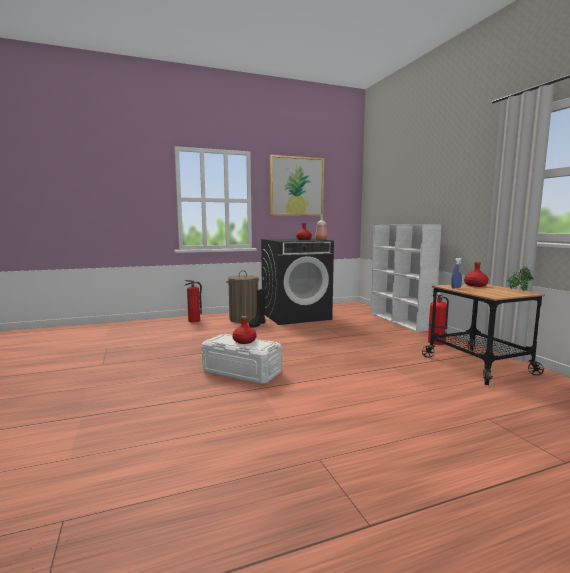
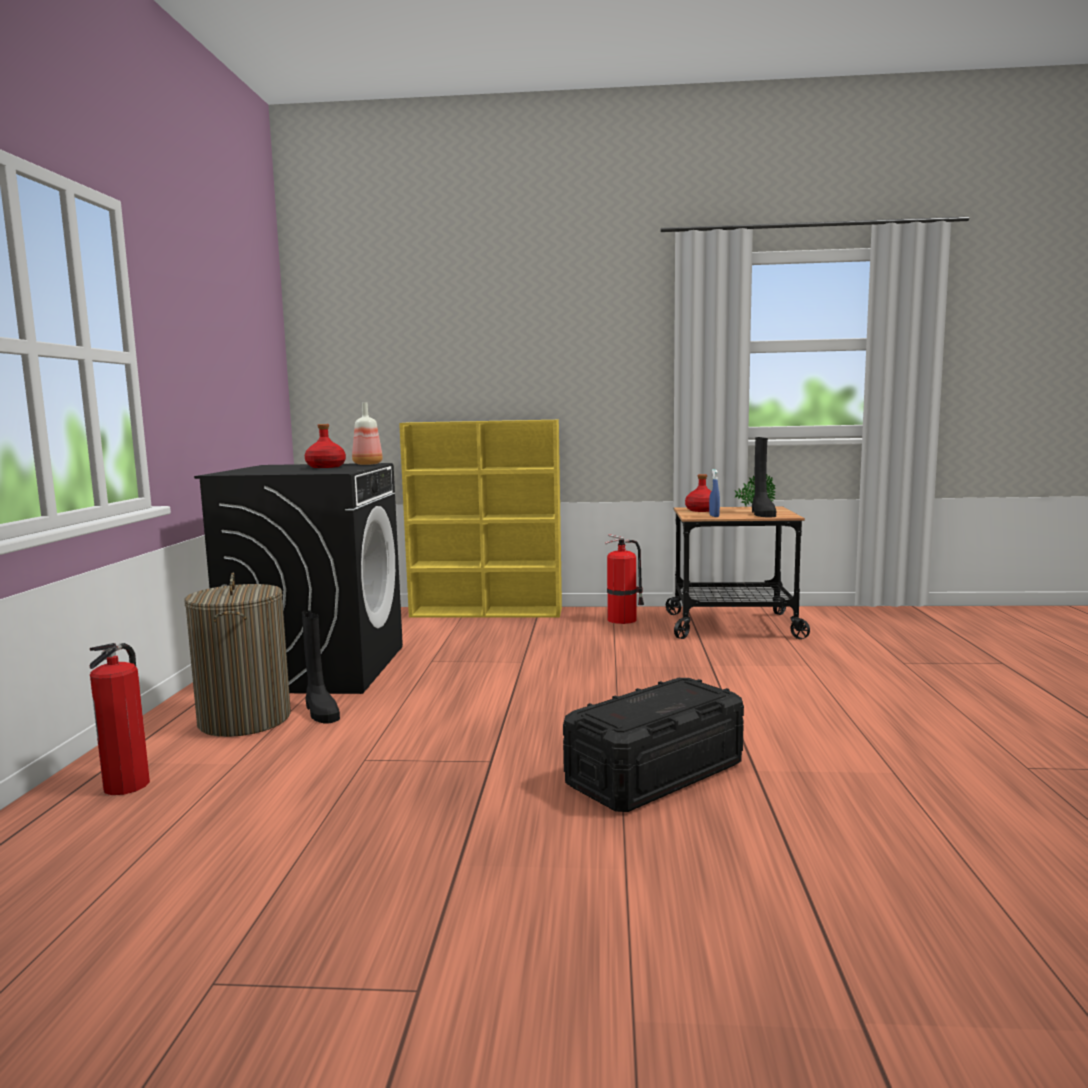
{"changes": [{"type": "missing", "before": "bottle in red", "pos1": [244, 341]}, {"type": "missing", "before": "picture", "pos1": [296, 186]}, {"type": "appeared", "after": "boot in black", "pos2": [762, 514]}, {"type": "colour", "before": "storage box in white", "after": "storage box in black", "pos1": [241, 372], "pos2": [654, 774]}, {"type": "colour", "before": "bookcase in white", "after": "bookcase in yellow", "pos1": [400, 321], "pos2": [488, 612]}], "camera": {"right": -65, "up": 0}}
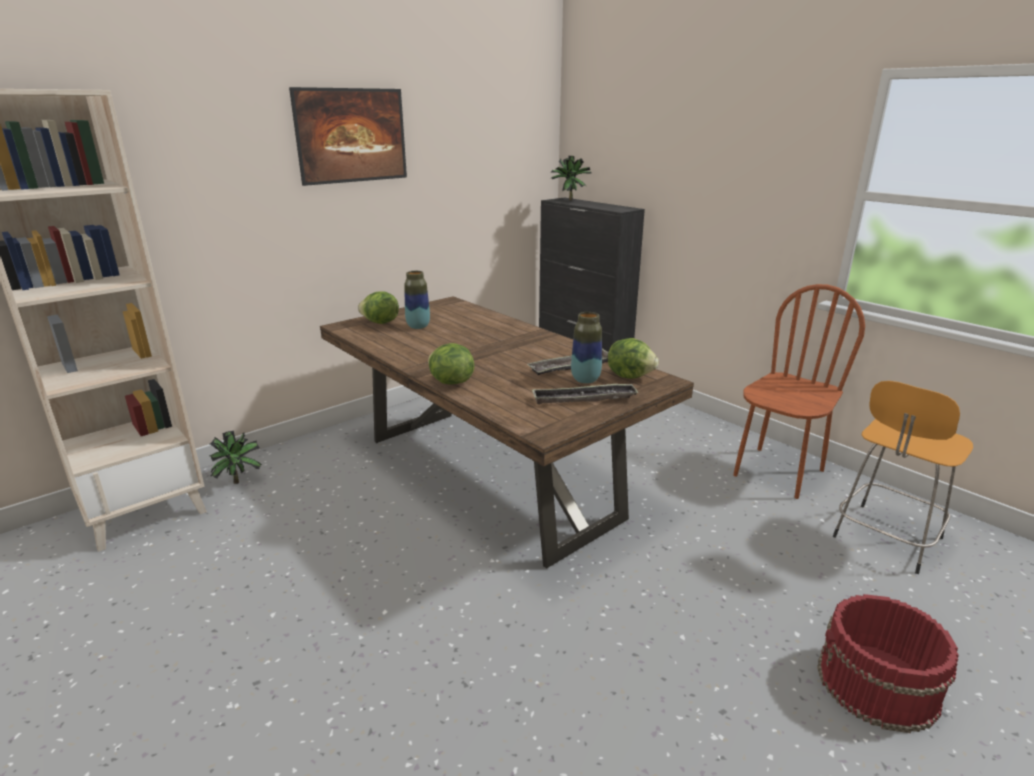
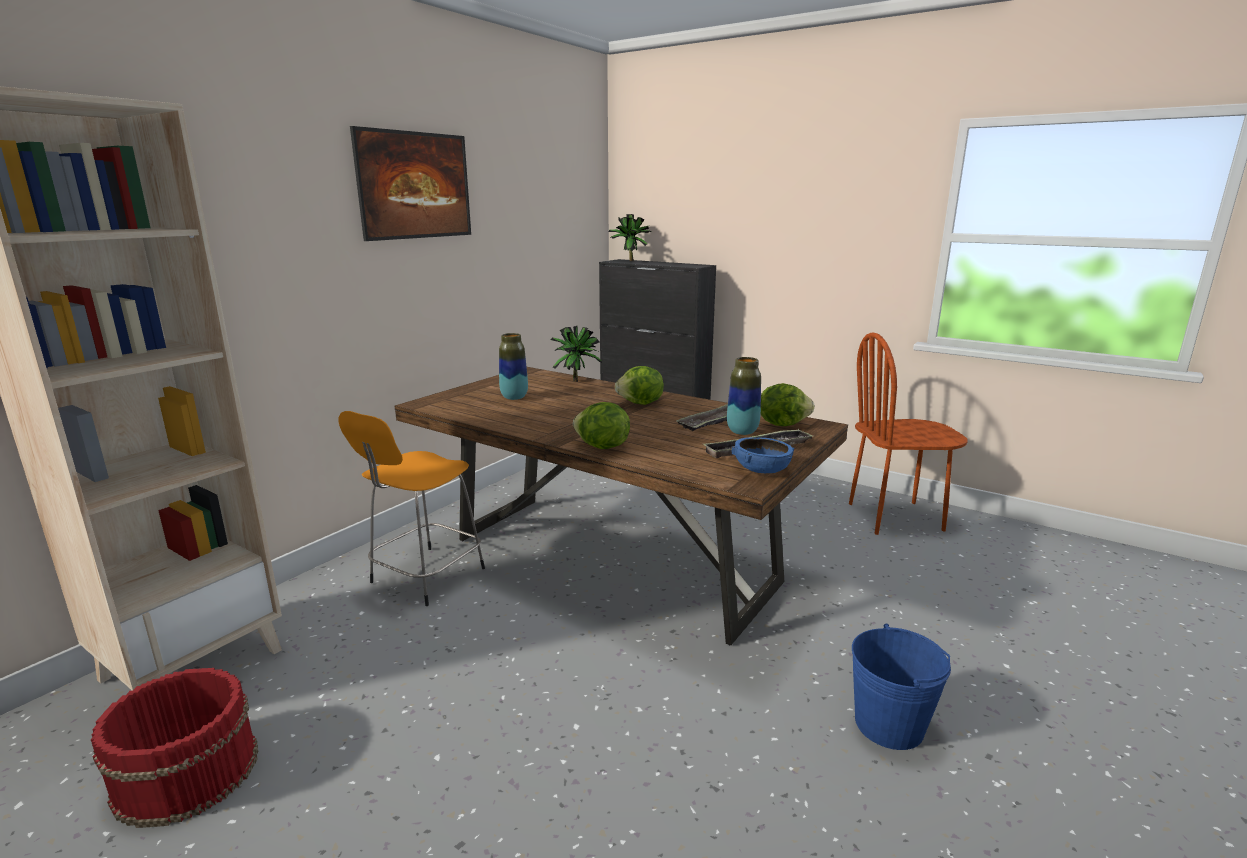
{"changes": [{"type": "appeared", "after": "bowl in blue", "pos2": [761, 470]}, {"type": "appeared", "after": "bucket in blue", "pos2": [889, 725]}, {"type": "relocated", "before": "potted plant", "pos1": [239, 481], "pos2": [576, 380]}, {"type": "relocated", "before": "lettuce", "pos1": [380, 323], "pos2": [641, 404]}, {"type": "relocated", "before": "bucket in red", "pos1": [877, 685], "pos2": [186, 774]}, {"type": "relocated", "before": "stool in orange", "pos1": [885, 539], "pos2": [425, 577]}, {"type": "spun", "before": "chair in brown", "pos1": [777, 472], "pos2": [895, 517], "turn": -120}], "camera": {"right": -15, "up": -5}}
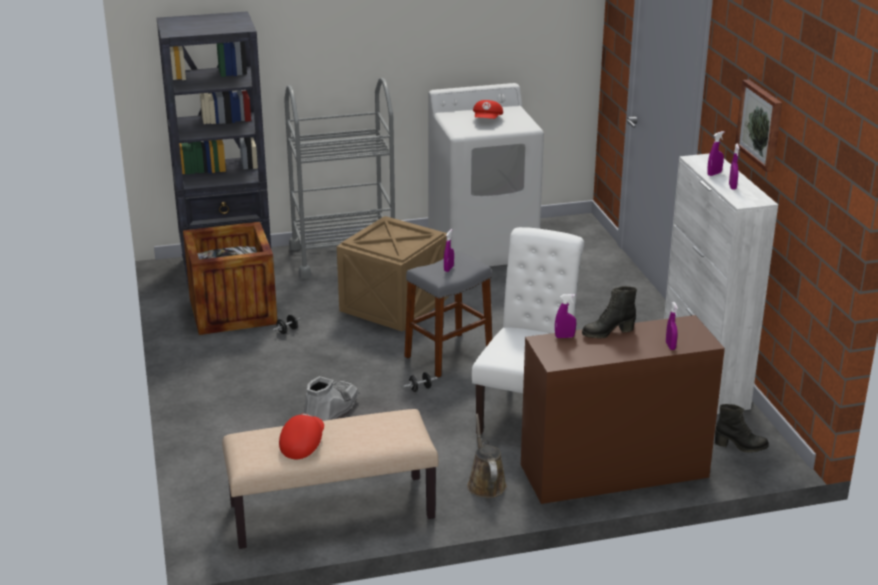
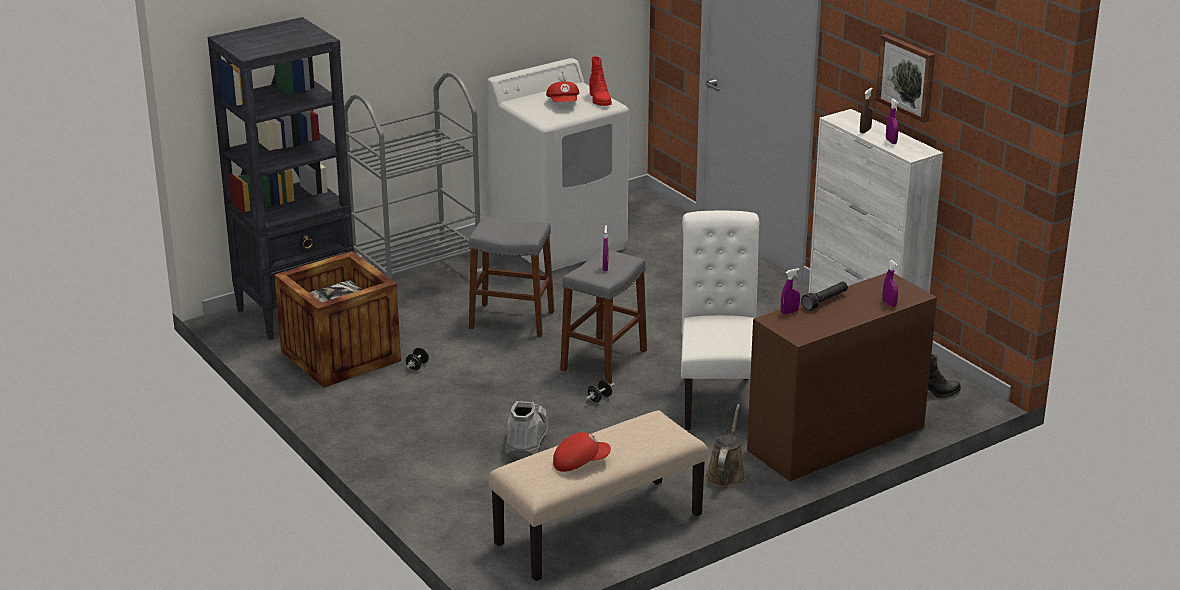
{"changes": [{"type": "appeared", "after": "boot in red", "pos2": [599, 100]}, {"type": "exchanged", "before": "crate", "after": "stool in grey", "pos1": [395, 305], "pos2": [512, 320]}, {"type": "exchanged", "before": "boot in black", "after": "flashlight in black", "pos1": [607, 332], "pos2": [825, 301]}, {"type": "colour", "before": "spray bottle in purple", "after": "spray bottle in brown", "pos1": [714, 174], "pos2": [865, 131]}, {"type": "spun", "before": "cap in red", "pos1": [302, 444], "pos2": [580, 463], "turn": 75}, {"type": "spun", "before": "watering can in brown", "pos1": [485, 483], "pos2": [726, 473], "turn": 45}], "camera": {"right": -20, "up": 0}}
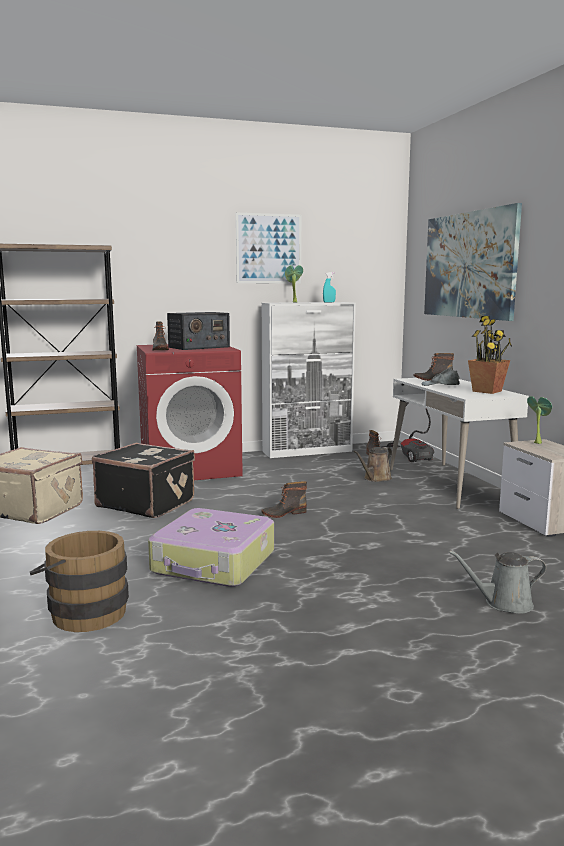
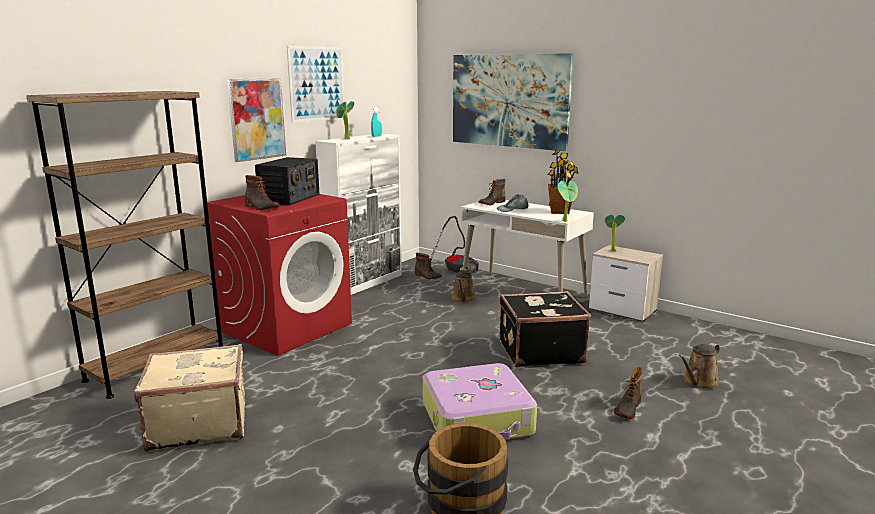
{"changes": [{"type": "appeared", "after": "picture", "pos2": [257, 119]}, {"type": "appeared", "after": "potted plant", "pos2": [566, 221]}, {"type": "relocated", "before": "suitcase in black", "pos1": [146, 503], "pos2": [539, 351]}, {"type": "relocated", "before": "boot", "pos1": [283, 513], "pos2": [627, 408]}, {"type": "colour", "before": "watering can in grey", "after": "watering can in brown", "pos1": [503, 603], "pos2": [699, 382]}], "camera": {"right": -35, "up": 5}}
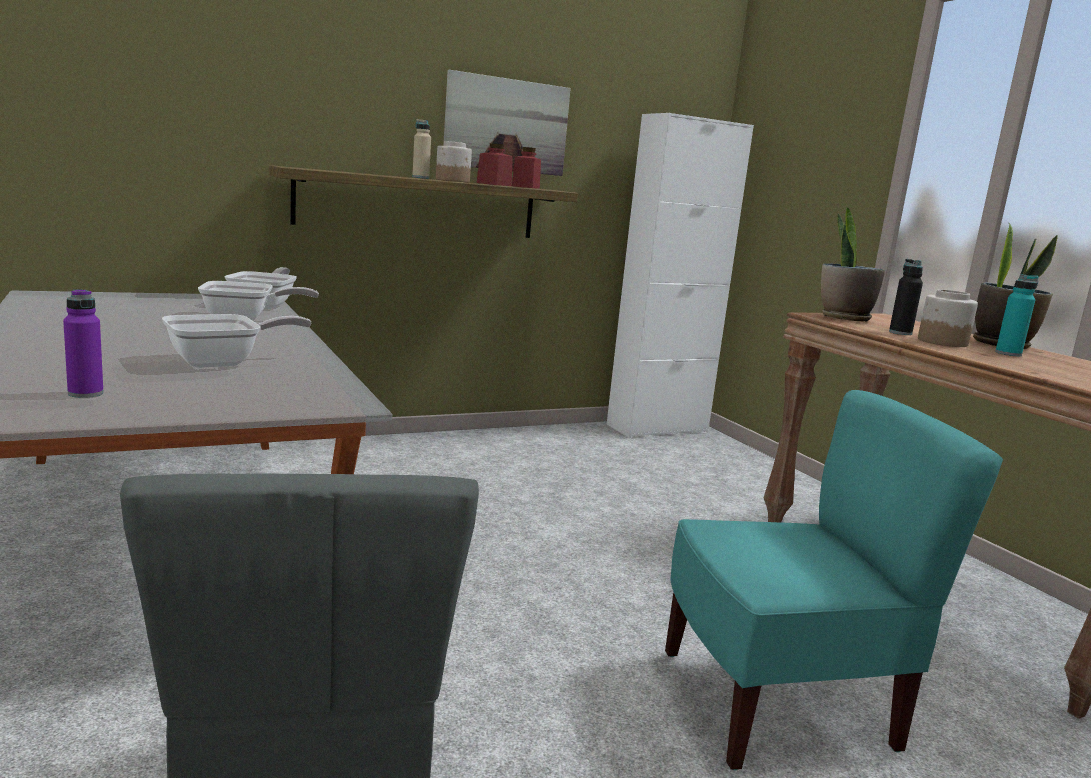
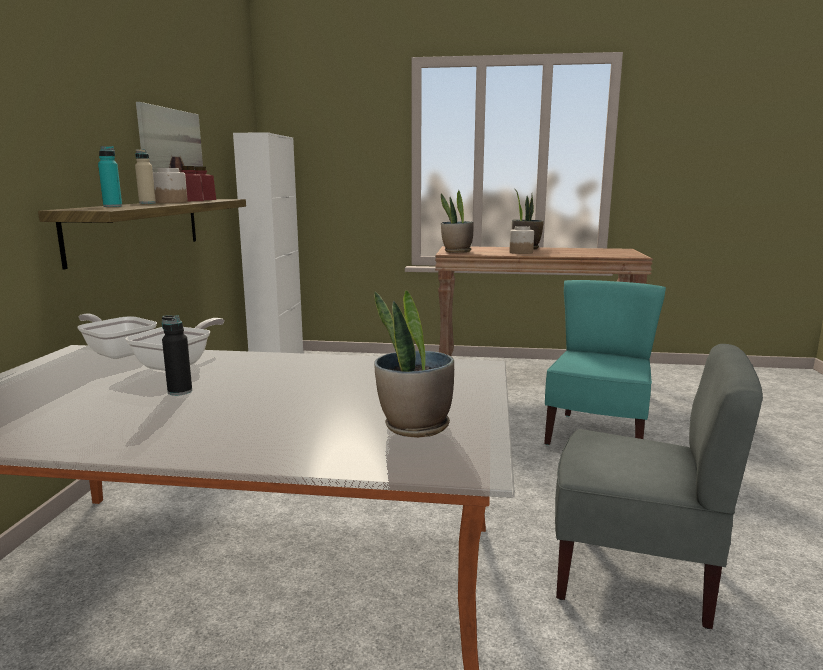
{"changes": [{"type": "missing", "before": "frying pan", "pos1": [223, 362]}, {"type": "relocated", "before": "bottle in black", "pos1": [900, 333], "pos2": [180, 391]}, {"type": "relocated", "before": "bottle in turquoise", "pos1": [1008, 354], "pos2": [112, 206]}, {"type": "exchanged", "before": "bottle in purple", "after": "potted plant", "pos1": [85, 393], "pos2": [414, 427]}], "camera": {"right": -55, "up": 0}}
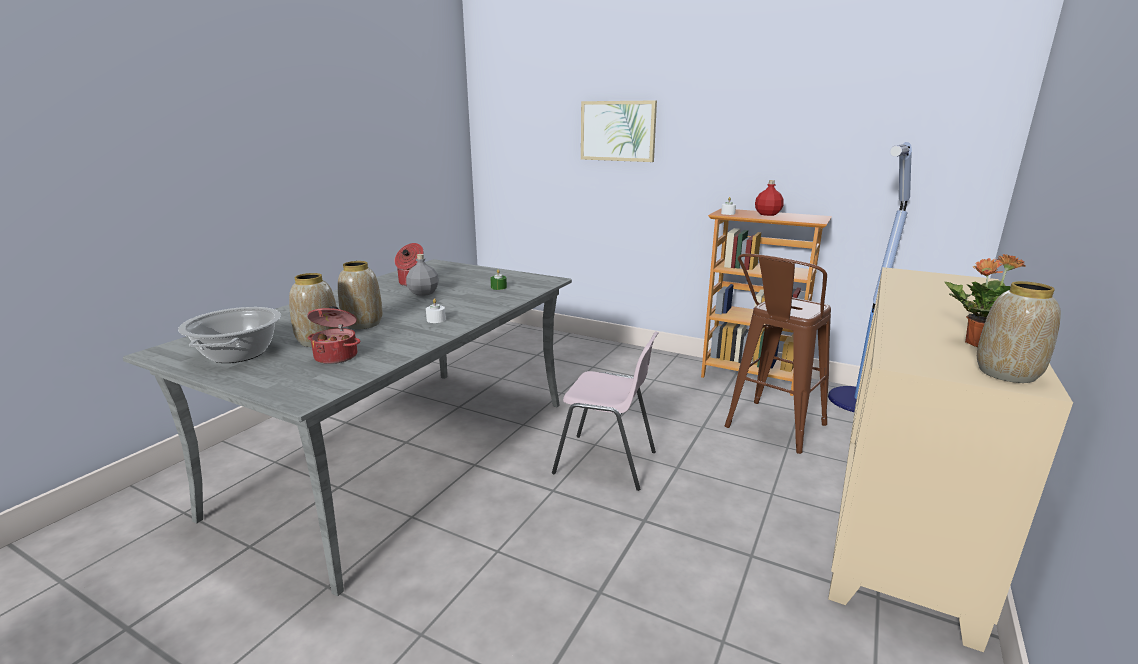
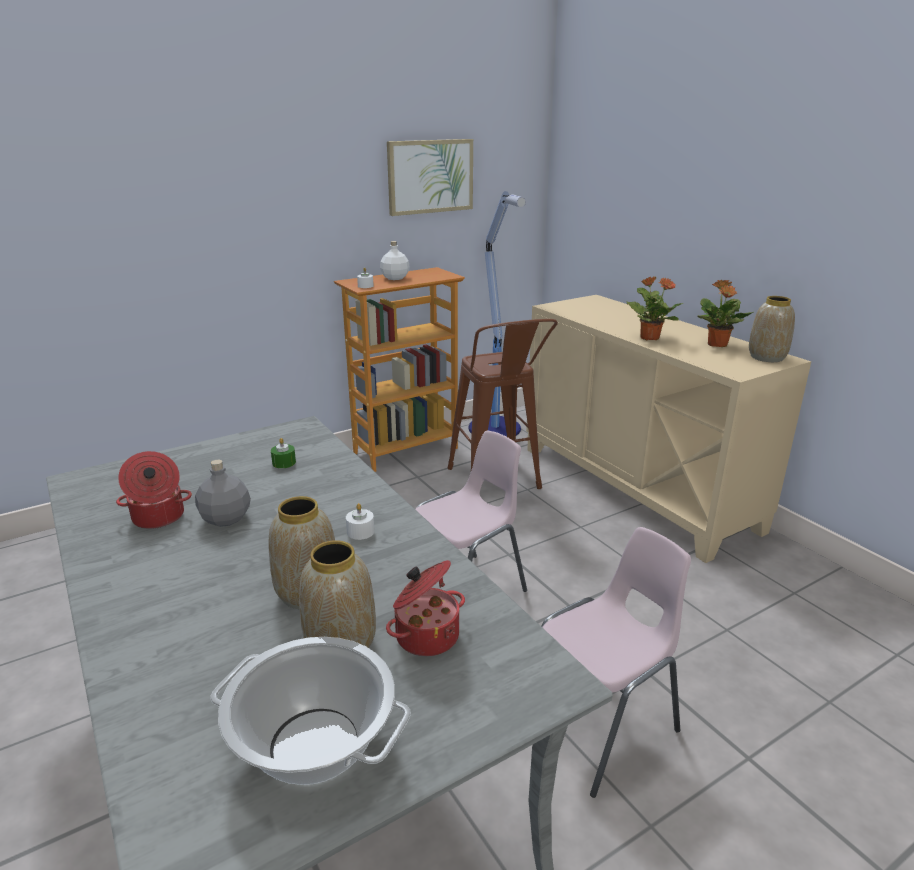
{"changes": [{"type": "appeared", "after": "chair in pink", "pos2": [601, 726]}, {"type": "appeared", "after": "potted plant", "pos2": [649, 337]}, {"type": "relocated", "before": "picture", "pos1": [618, 131], "pos2": [430, 176]}, {"type": "colour", "before": "bottle in red", "after": "bottle in white", "pos1": [768, 214], "pos2": [395, 278]}], "camera": {"right": -60, "up": 5}}
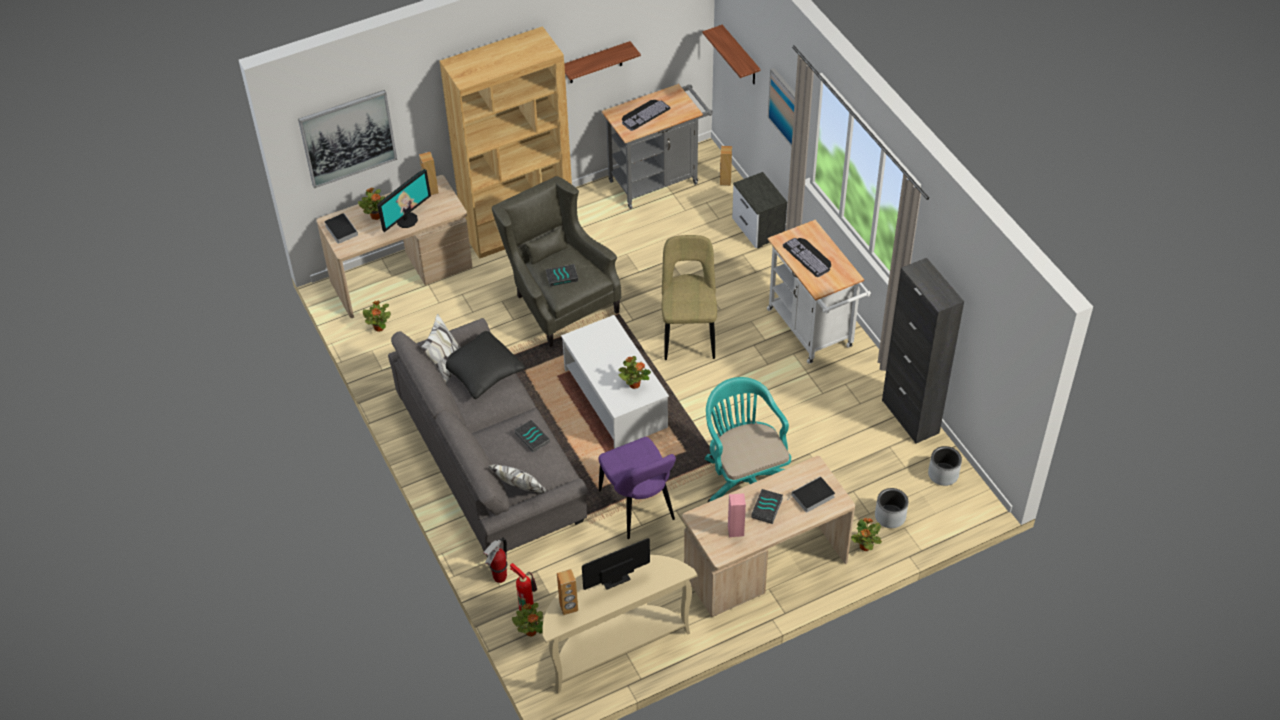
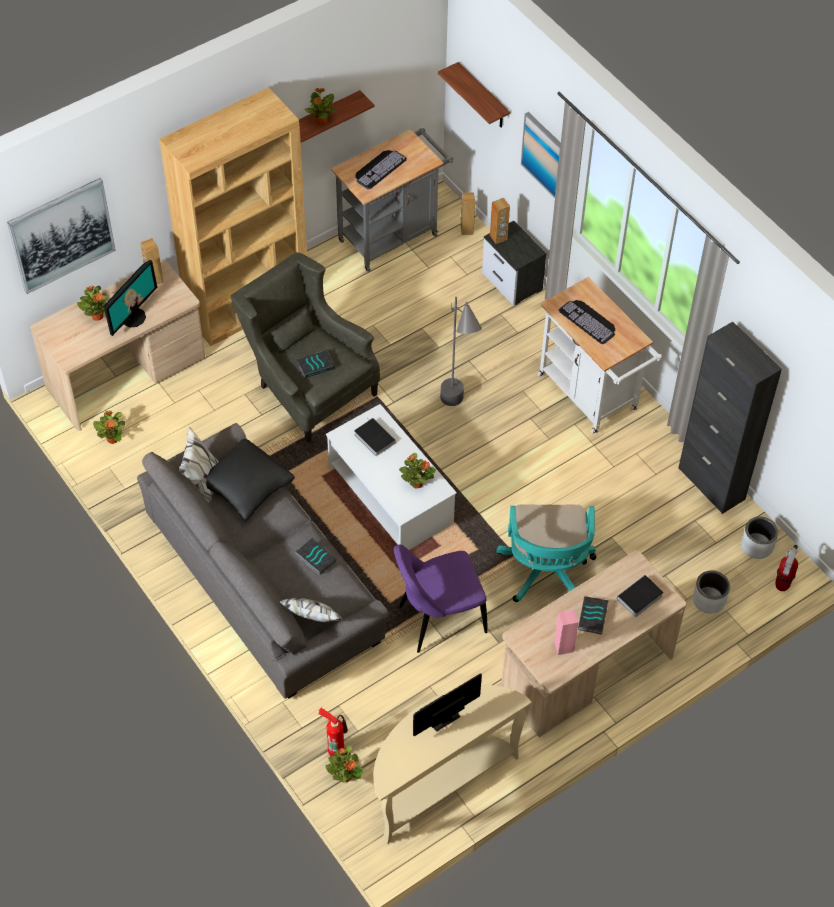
{"changes": [{"type": "relocated", "before": "book", "pos1": [340, 229], "pos2": [373, 438]}, {"type": "relocated", "before": "fire extinguisher", "pos1": [499, 578], "pos2": [781, 586]}, {"type": "relocated", "before": "speaker in brown", "pos1": [569, 607], "pos2": [498, 237]}, {"type": "relocated", "before": "potted plant", "pos1": [864, 547], "pos2": [321, 121]}, {"type": "exchanged", "before": "chair in beige", "after": "floor lamp in grey", "pos1": [688, 333], "pos2": [457, 412]}, {"type": "spun", "before": "chair in purple", "pos1": [638, 508], "pos2": [438, 620], "turn": 105}, {"type": "spun", "before": "office chair in turquoise", "pos1": [744, 478], "pos2": [546, 573], "turn": -150}], "camera": {"right": -10, "up": 5}}
